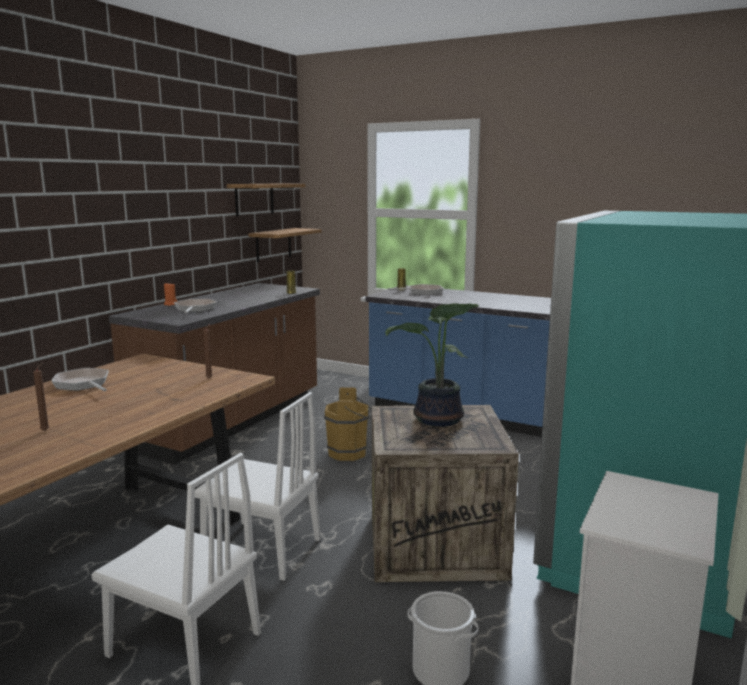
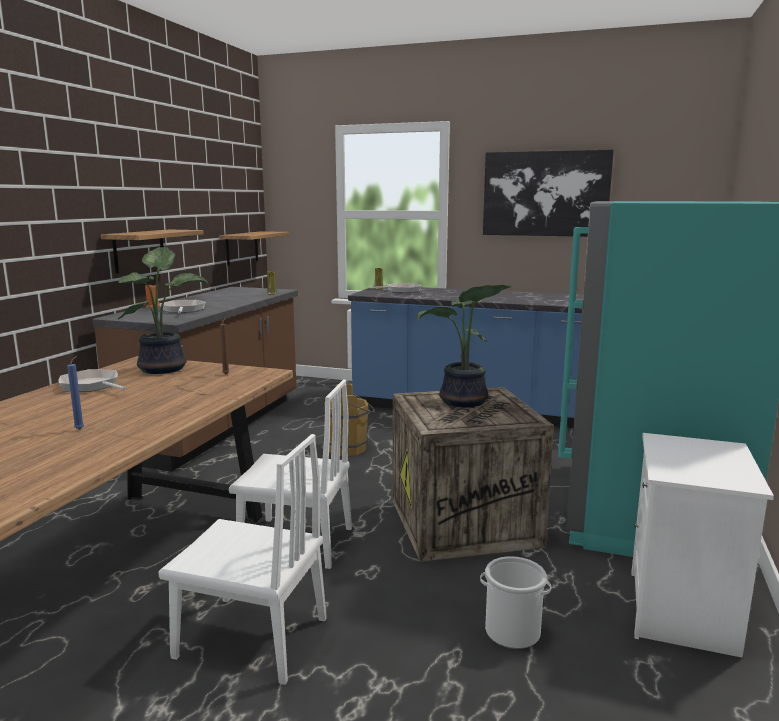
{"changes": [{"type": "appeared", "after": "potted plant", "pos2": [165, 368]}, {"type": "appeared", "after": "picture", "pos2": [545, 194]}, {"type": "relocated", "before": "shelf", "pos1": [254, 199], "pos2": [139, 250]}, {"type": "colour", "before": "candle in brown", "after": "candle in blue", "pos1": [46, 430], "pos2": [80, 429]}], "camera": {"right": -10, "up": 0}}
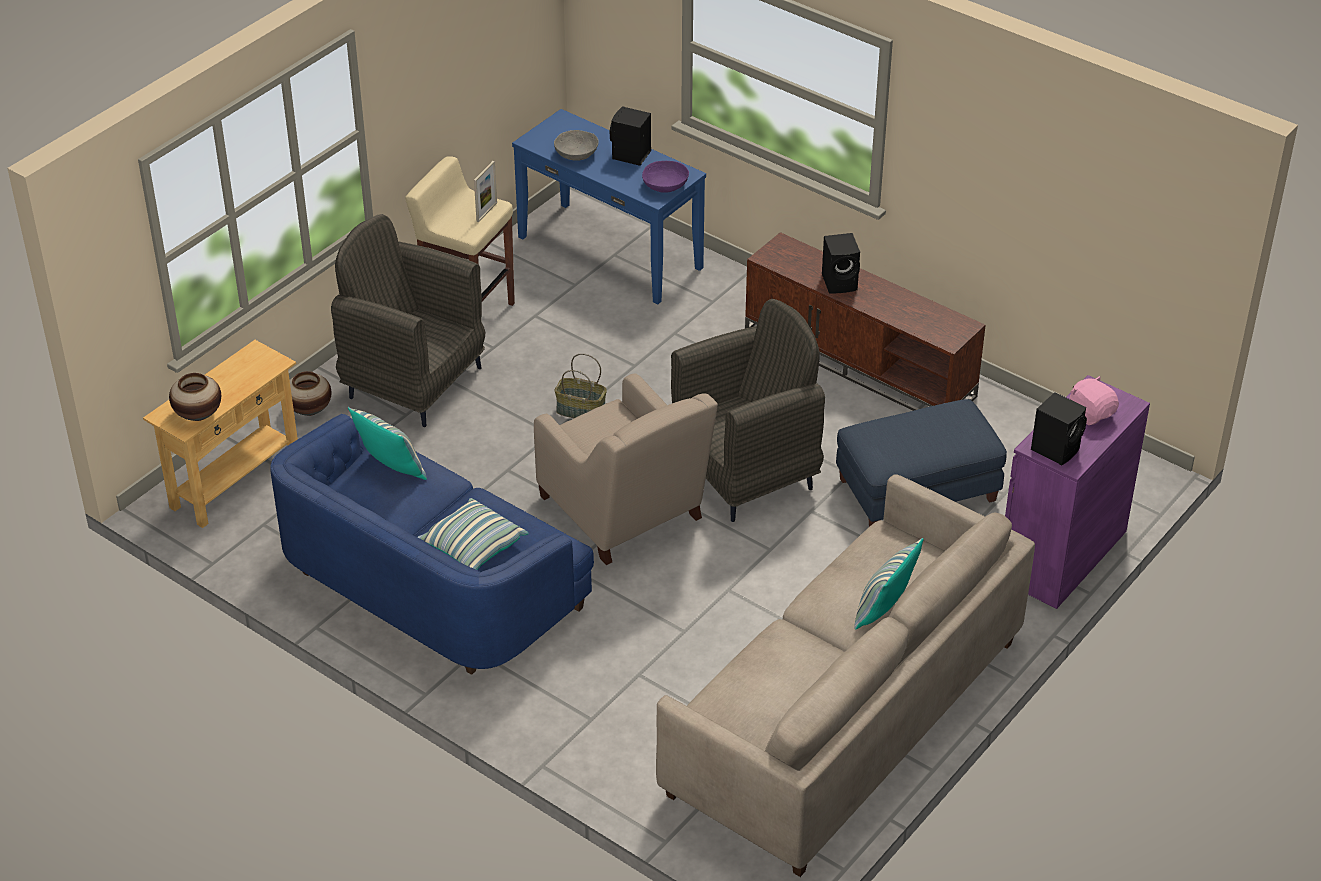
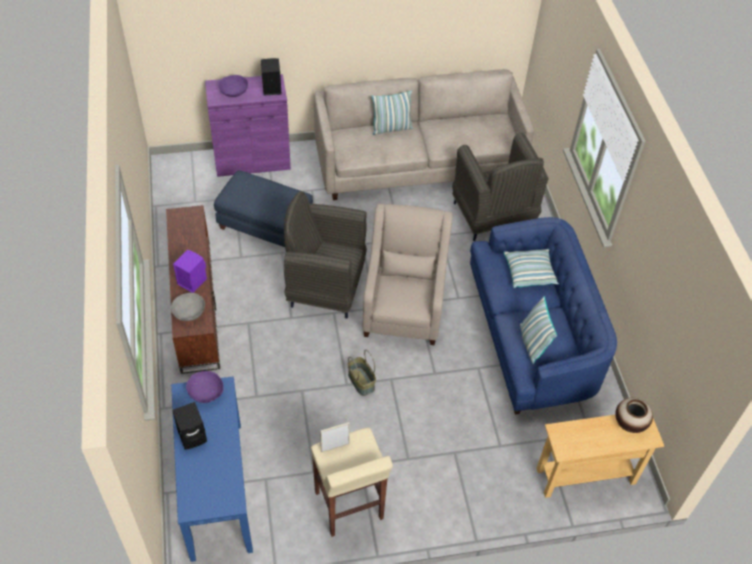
{"changes": [{"type": "missing", "before": "vase", "pos1": [309, 410]}, {"type": "relocated", "before": "armchair in grey", "pos1": [413, 382], "pos2": [492, 216]}, {"type": "relocated", "before": "bowl in grey", "pos1": [576, 154], "pos2": [189, 312]}, {"type": "exchanged", "before": "plush toy in pink", "after": "bowl in purple", "pos1": [1091, 413], "pos2": [234, 91]}, {"type": "colour", "before": "speaker in black", "after": "speaker in purple", "pos1": [841, 282], "pos2": [191, 281]}], "camera": {"right": -140, "up": 10}}
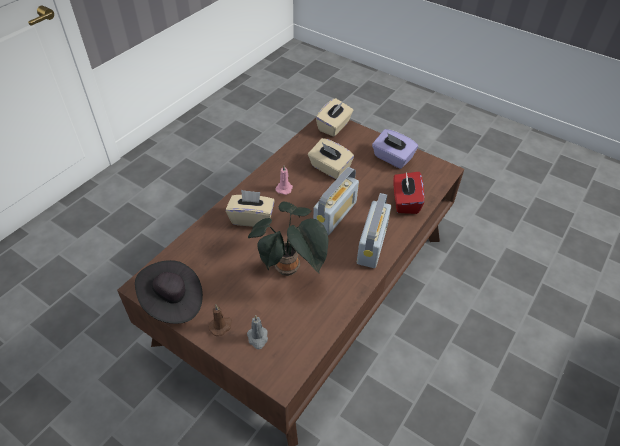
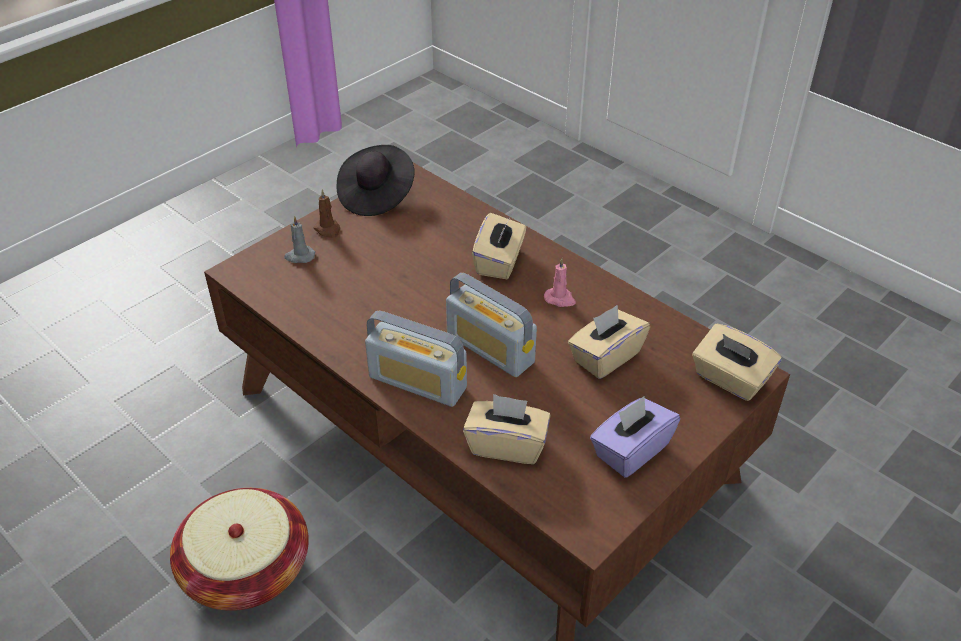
{"changes": [{"type": "missing", "before": "potted plant", "pos1": [289, 270]}, {"type": "appeared", "after": "basket", "pos2": [247, 569]}, {"type": "colour", "before": "tissue box in red", "after": "tissue box in beige", "pos1": [405, 201], "pos2": [507, 445]}], "camera": {"right": 100, "up": -5}}
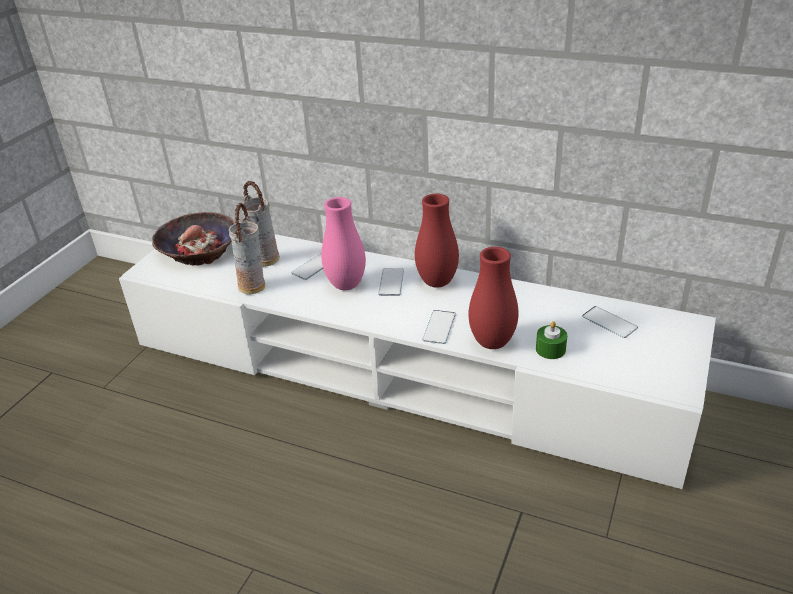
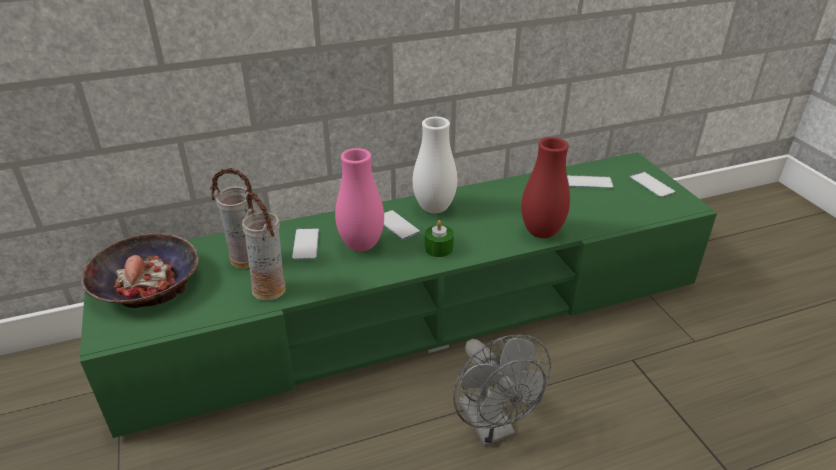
{"changes": [{"type": "appeared", "after": "fan in grey", "pos2": [492, 427]}, {"type": "relocated", "before": "phone", "pos1": [439, 327], "pos2": [651, 185]}, {"type": "relocated", "before": "candle in green", "pos1": [550, 349], "pos2": [438, 248]}, {"type": "colour", "before": "tv stand in white", "after": "tv stand in green", "pos1": [402, 371], "pos2": [419, 311]}, {"type": "colour", "before": "vase in red", "after": "vase in white", "pos1": [437, 282], "pos2": [434, 208]}], "camera": {"right": -45, "up": 0}}
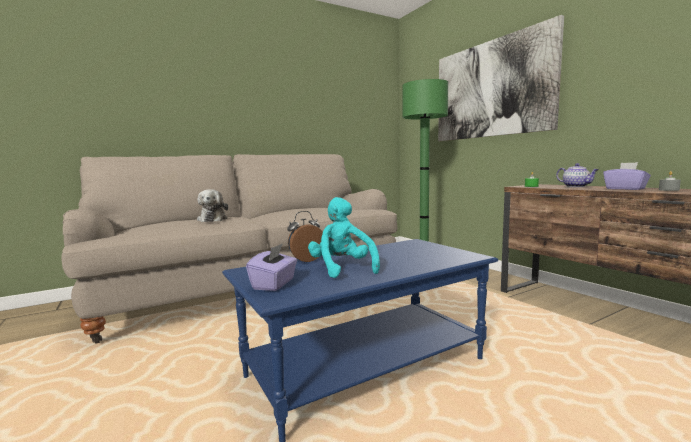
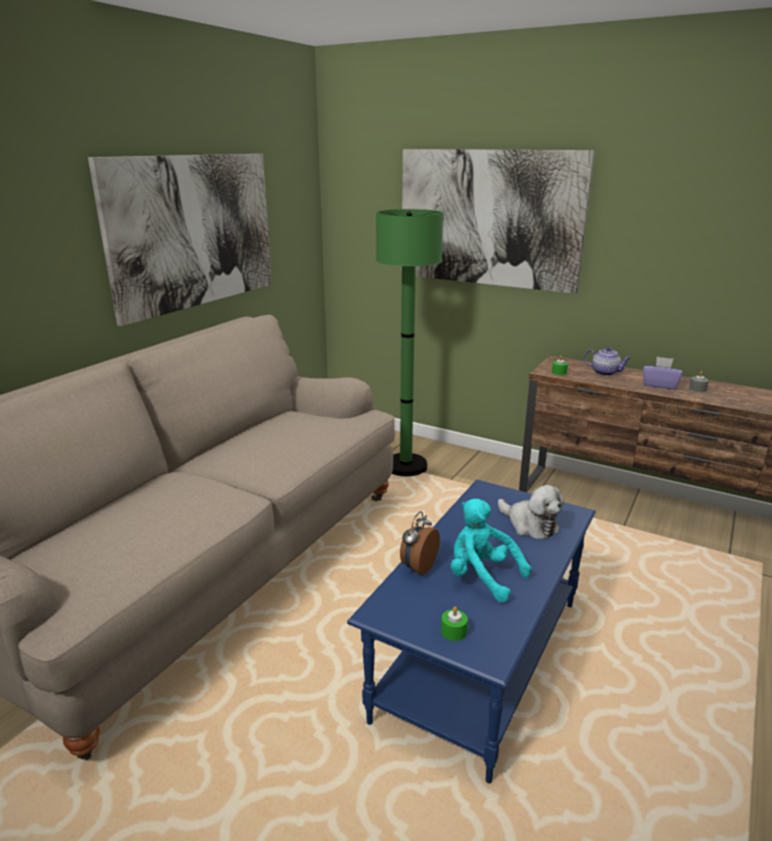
{"changes": [{"type": "appeared", "after": "picture", "pos2": [193, 231]}, {"type": "relocated", "before": "plush toy", "pos1": [213, 219], "pos2": [530, 525]}, {"type": "exchanged", "before": "tissue box in purple", "after": "candle in green", "pos1": [274, 284], "pos2": [453, 631]}], "camera": {"right": -30, "up": 15}}
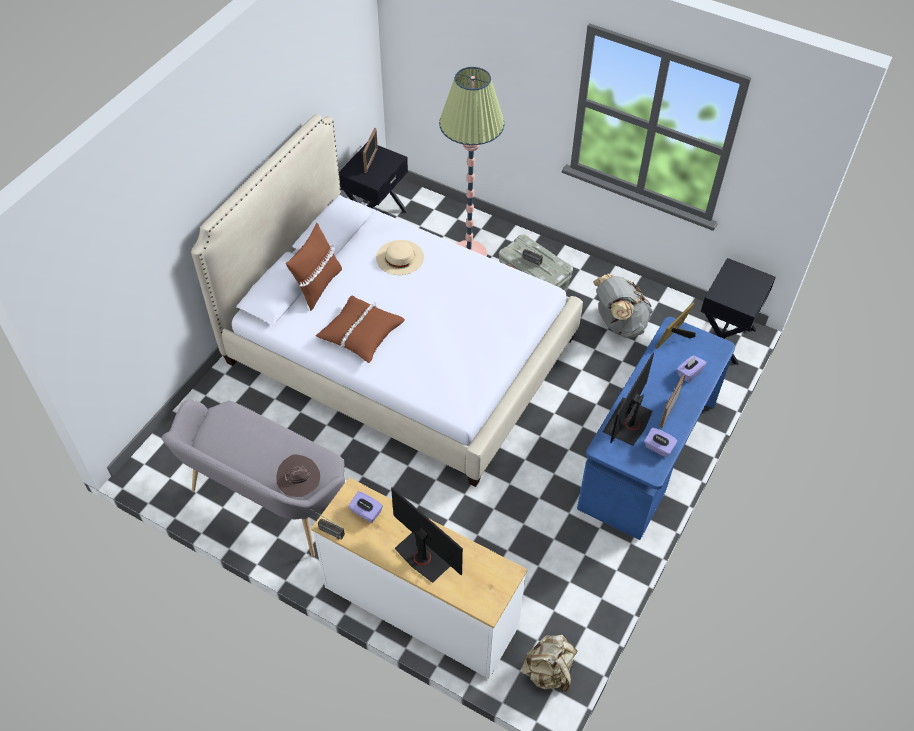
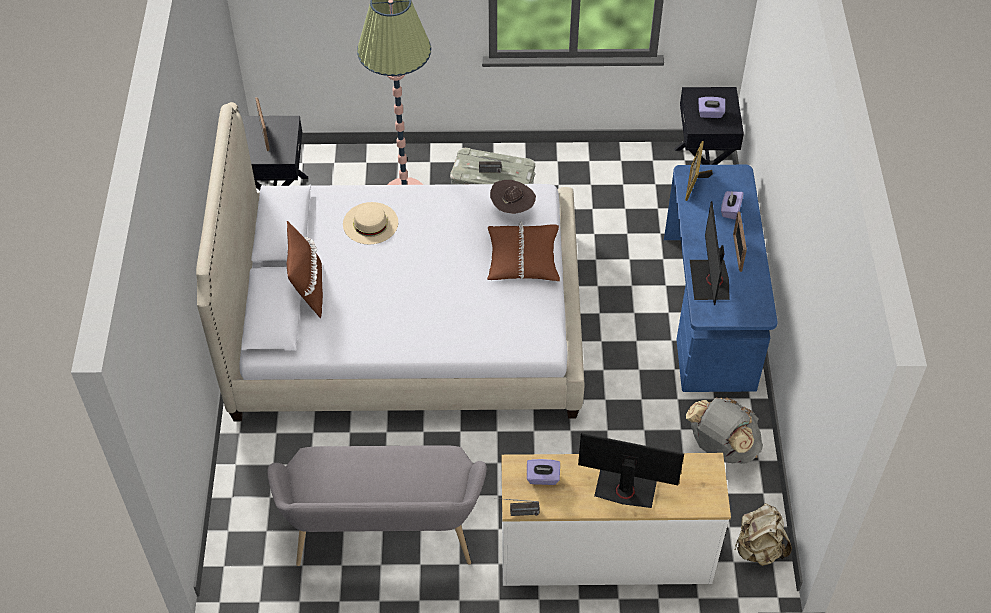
{"changes": [{"type": "relocated", "before": "hat in brown", "pos1": [300, 486], "pos2": [512, 208]}, {"type": "relocated", "before": "pillow in brown", "pos1": [361, 333], "pos2": [523, 258]}, {"type": "relocated", "before": "backpack in grey", "pos1": [618, 323], "pos2": [721, 447]}, {"type": "relocated", "before": "tissue box in purple", "pos1": [658, 448], "pos2": [710, 113]}], "camera": {"right": -30, "up": 0}}
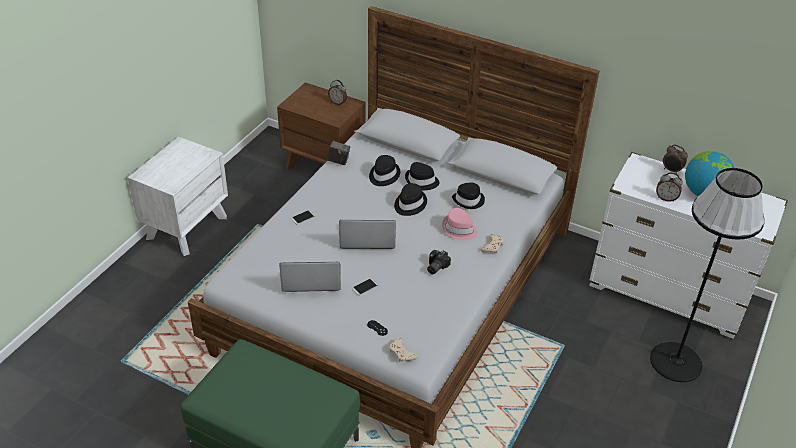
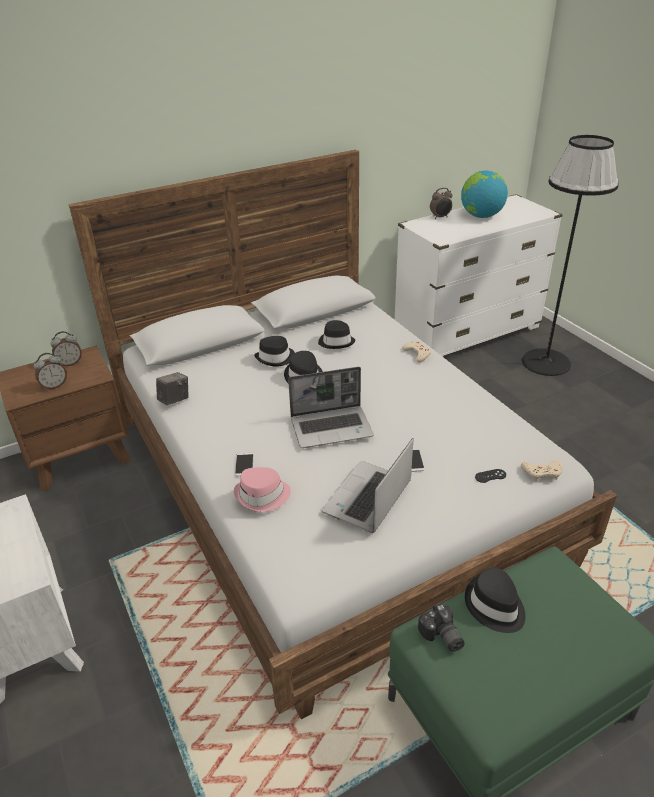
{"changes": [{"type": "relocated", "before": "hat in black", "pos1": [383, 175], "pos2": [494, 606]}, {"type": "relocated", "before": "photo camera", "pos1": [435, 267], "pos2": [441, 637]}, {"type": "relocated", "before": "hat in pink", "pos1": [459, 229], "pos2": [262, 496]}, {"type": "relocated", "before": "alarm clock", "pos1": [666, 198], "pos2": [54, 386]}, {"type": "spun", "before": "laptop", "pos1": [366, 238], "pos2": [332, 427], "turn": -135}], "camera": {"right": -55, "up": -5}}
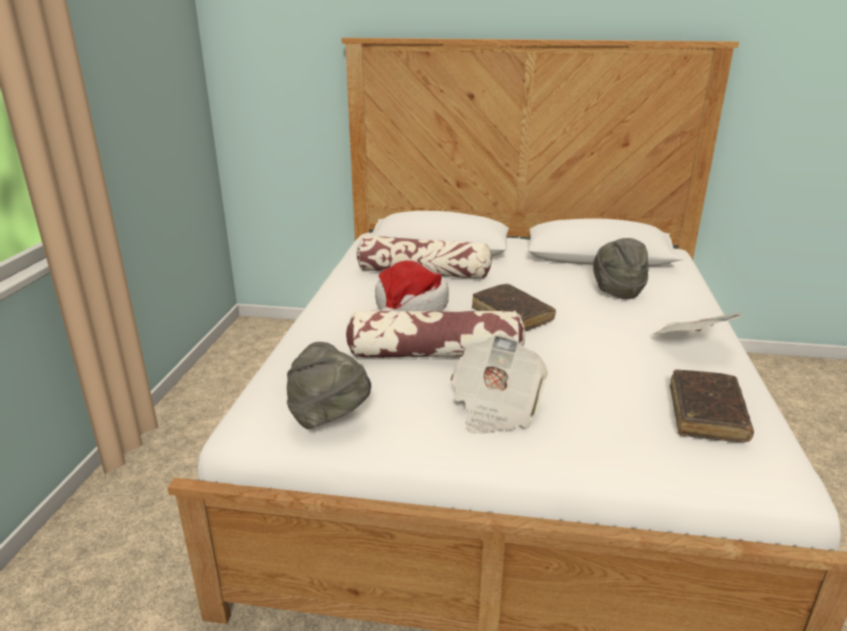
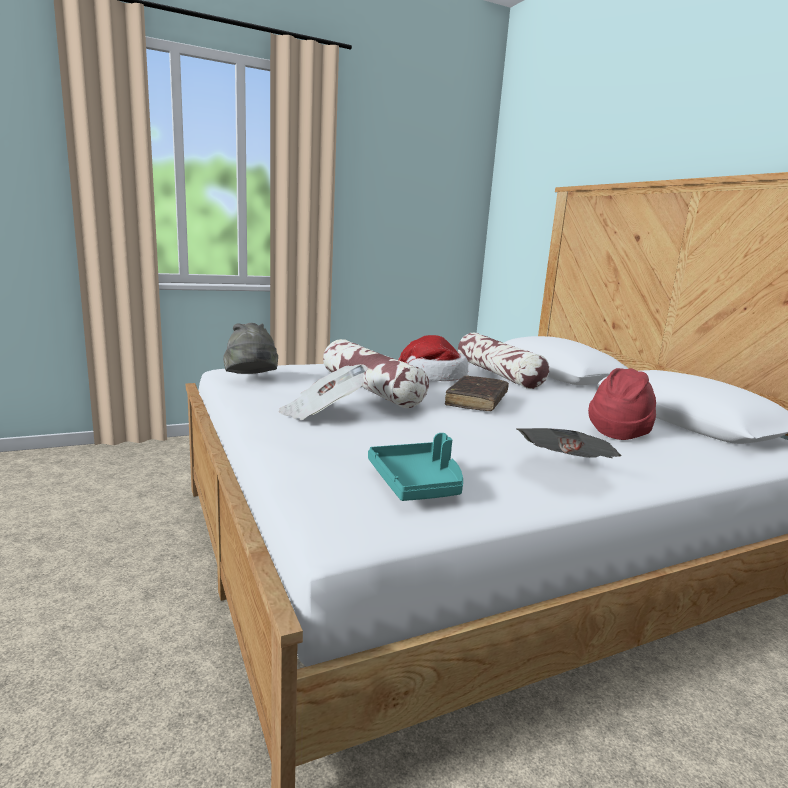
{"changes": [{"type": "exchanged", "before": "book in brown", "after": "tray in turquoise", "pos1": [706, 414], "pos2": [417, 483]}, {"type": "colour", "before": "hat in grey", "after": "hat in red", "pos1": [617, 291], "pos2": [618, 432]}], "camera": {"right": 55, "up": -10}}
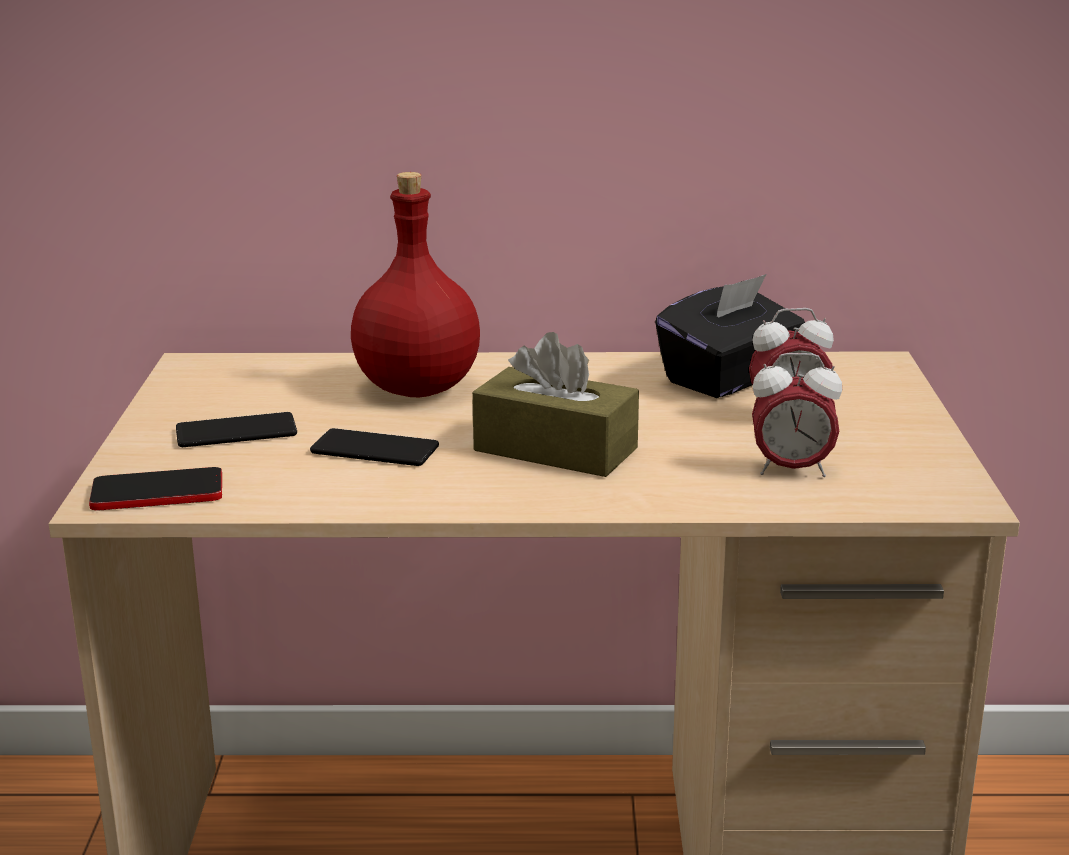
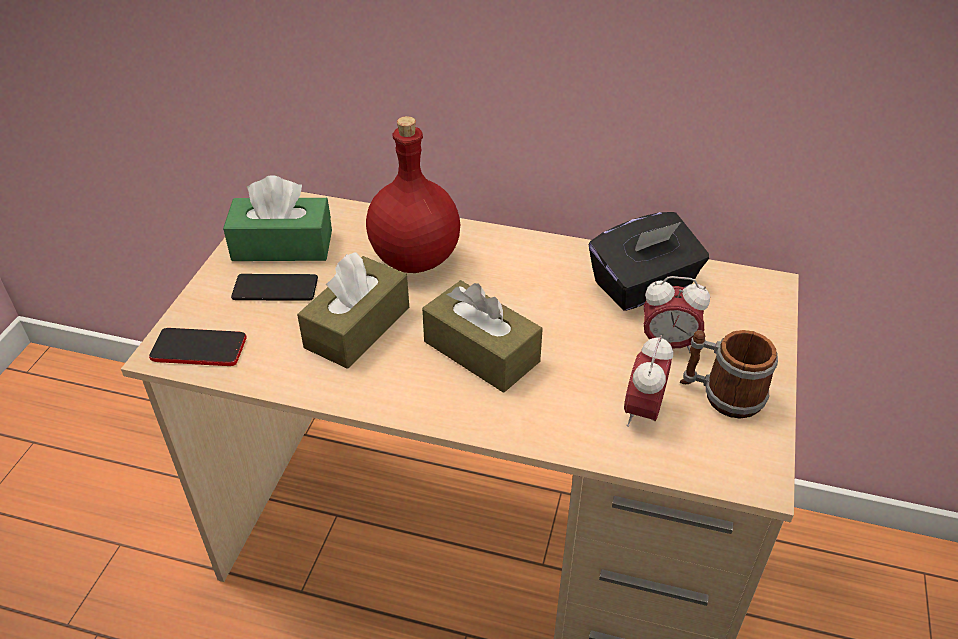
{"changes": [{"type": "appeared", "after": "tissue box in green", "pos2": [282, 245]}, {"type": "appeared", "after": "mug", "pos2": [721, 395]}, {"type": "exchanged", "before": "phone", "after": "tissue box in brown", "pos1": [374, 450], "pos2": [357, 327]}, {"type": "spun", "before": "alarm clock", "pos1": [791, 470], "pos2": [643, 412], "turn": 90}], "camera": {"right": 15, "up": 20}}
